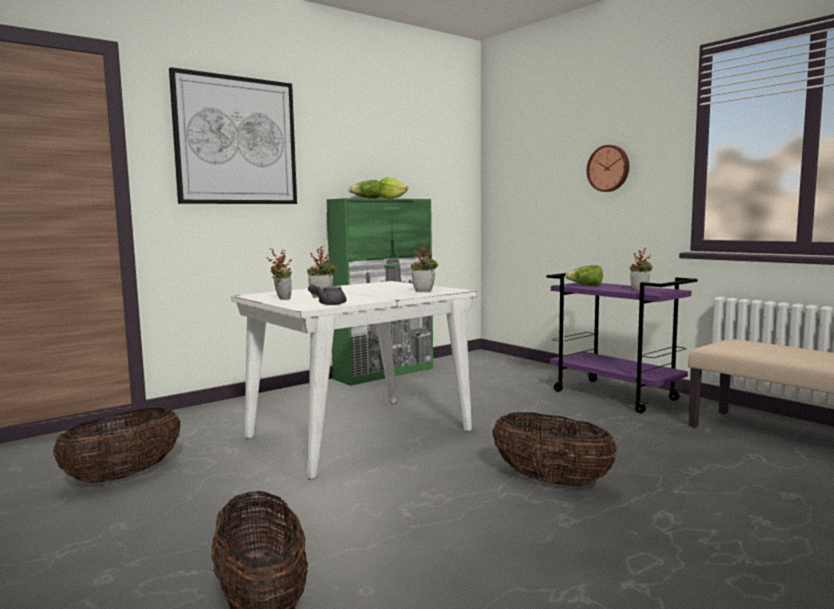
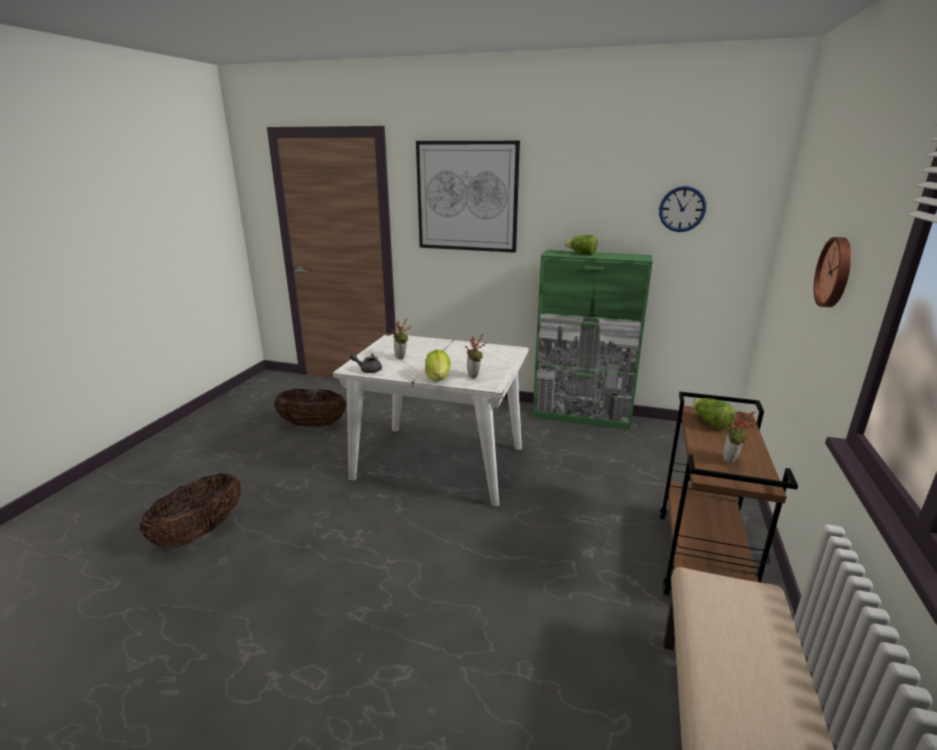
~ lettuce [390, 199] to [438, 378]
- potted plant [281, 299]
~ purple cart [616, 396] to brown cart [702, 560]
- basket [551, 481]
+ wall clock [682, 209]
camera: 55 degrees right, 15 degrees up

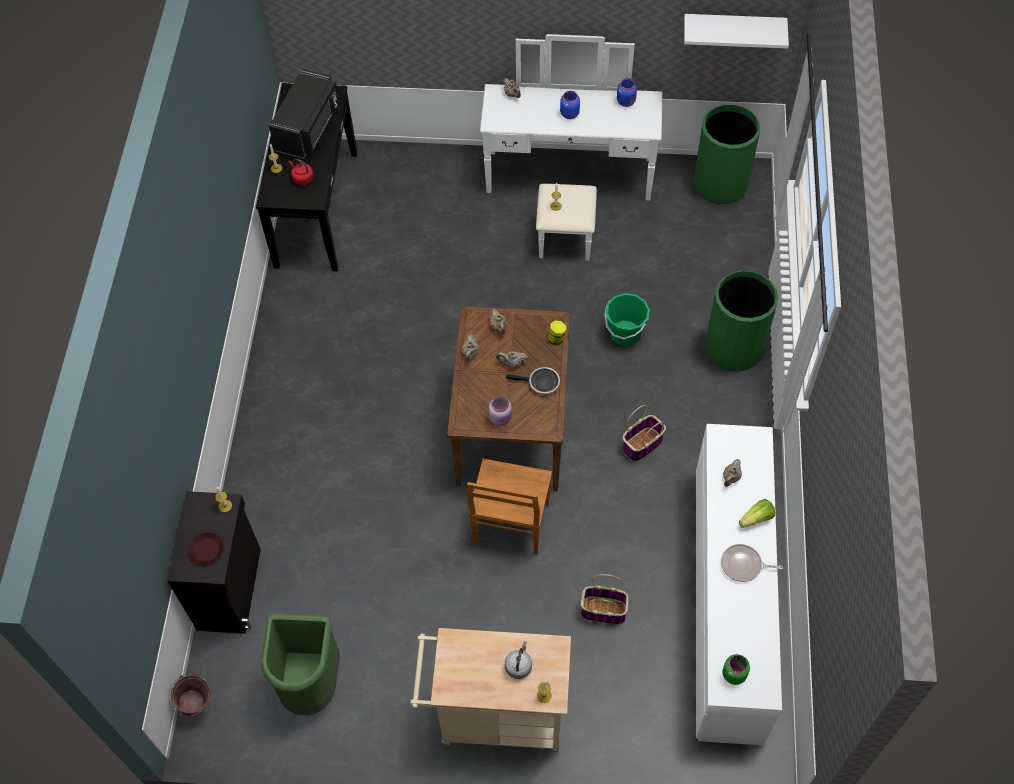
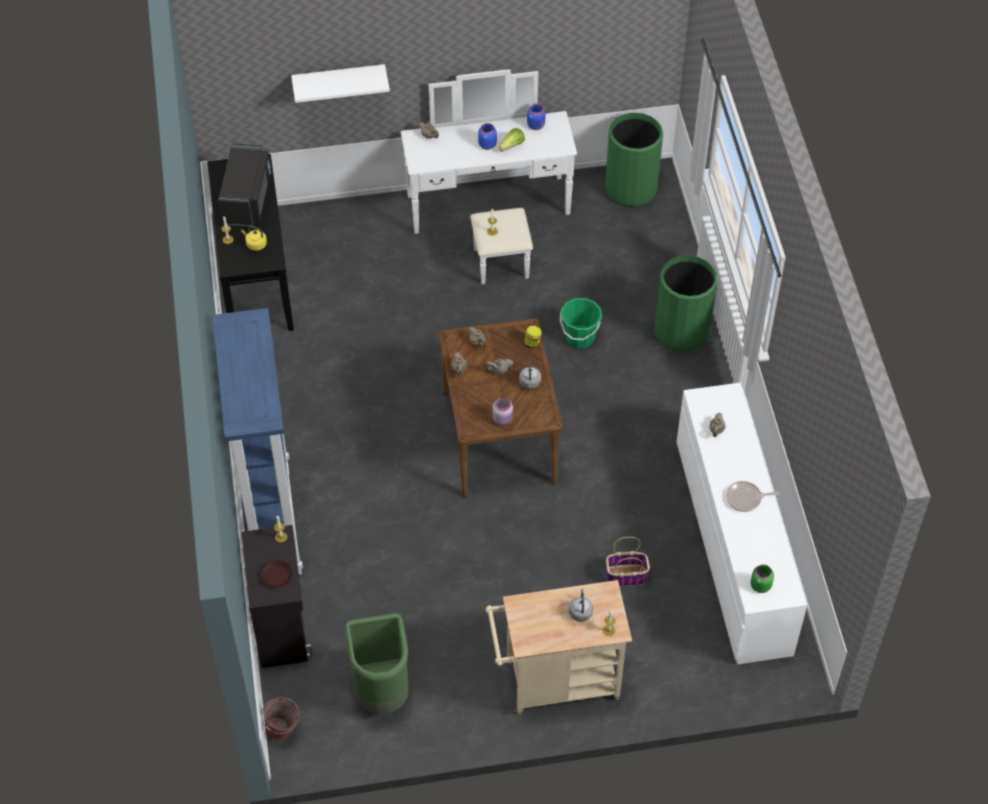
~ white shelf [733, 28] to [339, 80]
~ red kettle [302, 178] to yellow kettle [255, 244]
~ frying pan [541, 383] to grey kettle [530, 383]
- basket [642, 444]
- brown chair [510, 525]
~ lettuce [756, 518] to [512, 146]
+ blue bookcase [272, 521]
camera: 15 degrees left, 5 degrees down

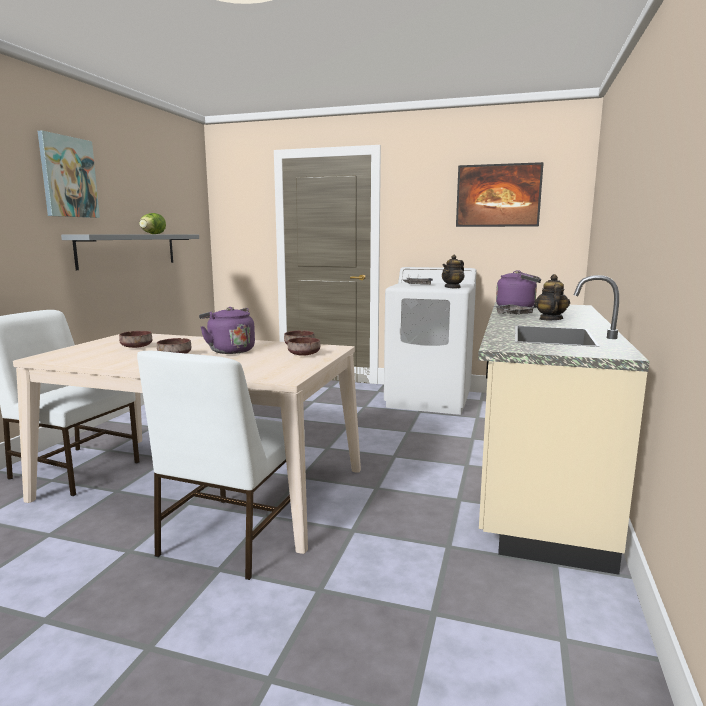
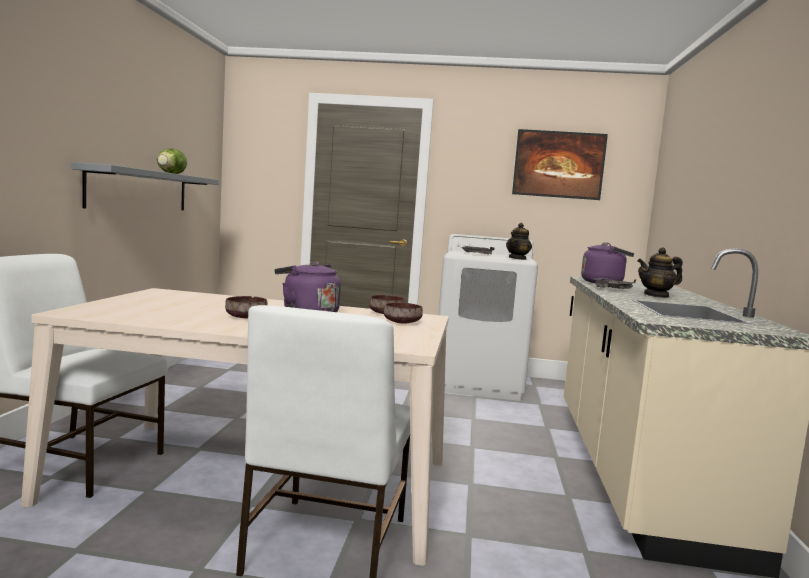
- picture [68, 177]
~ teapot [550, 319] = [656, 295] 105 degrees counterclockwise
- brown bowl [136, 347]
camera: 10 degrees left, 5 degrees down

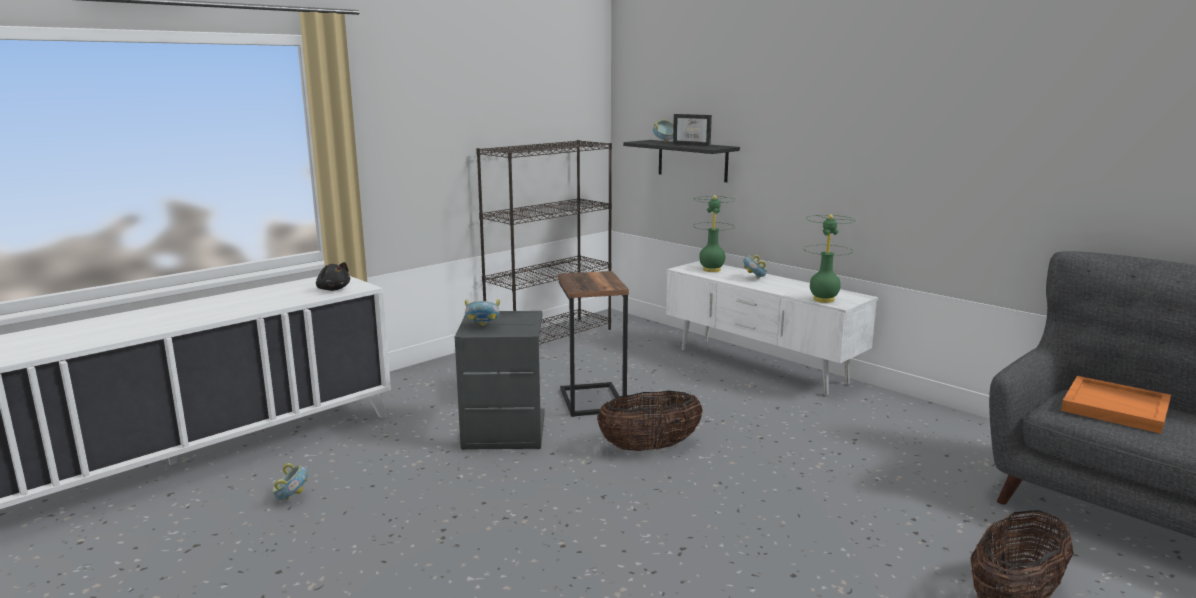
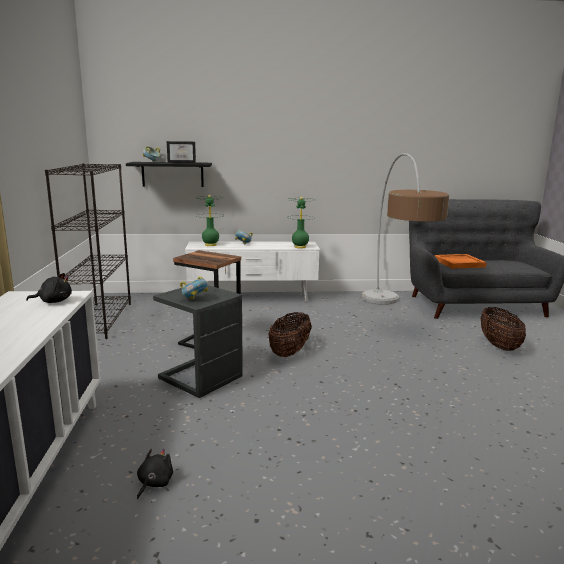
~ bowl [292, 498] to black plush toy [154, 483]
+ floor lamp [394, 316]
camera: 50 degrees left, 0 degrees up

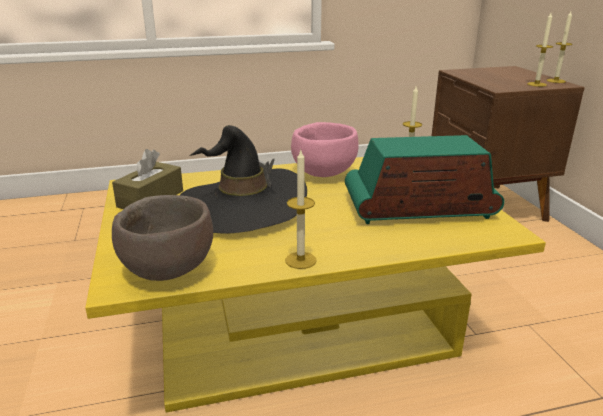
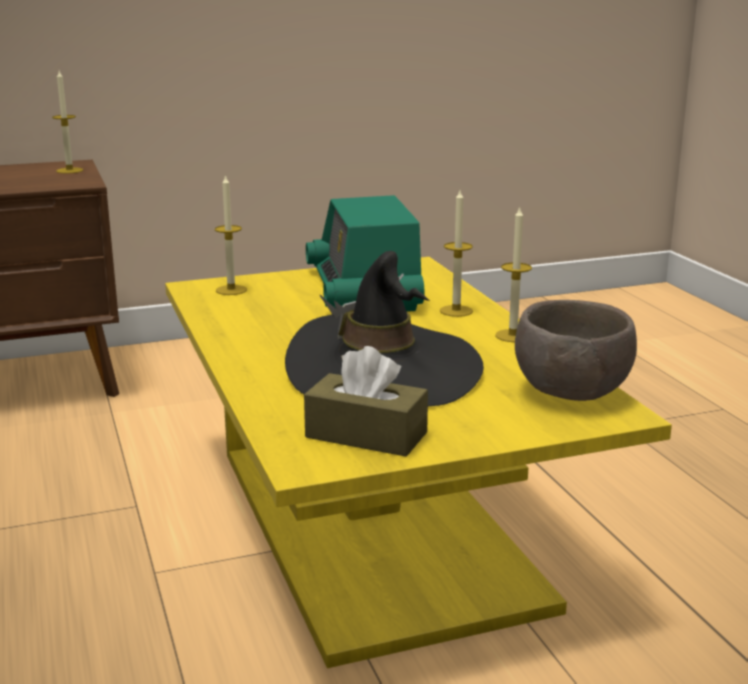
~ candle [556, 81] to [456, 311]
- pink bowl [324, 173]
camera: 95 degrees left, 5 degrees down

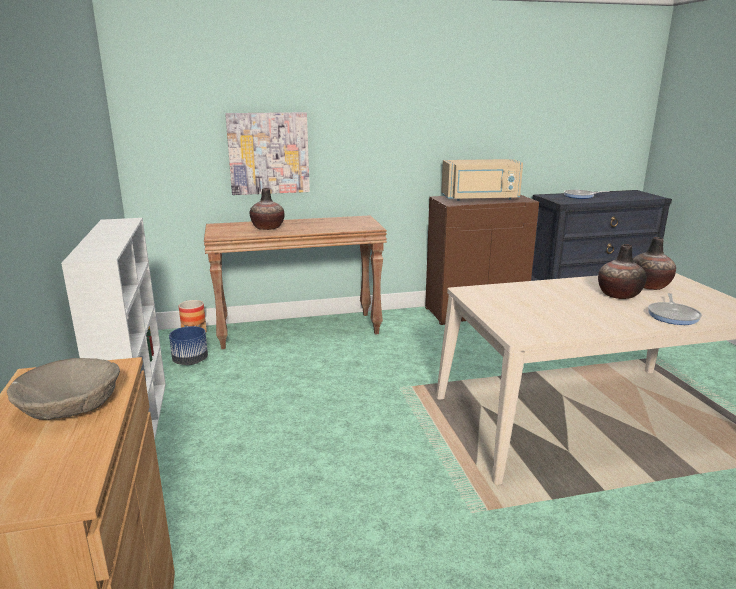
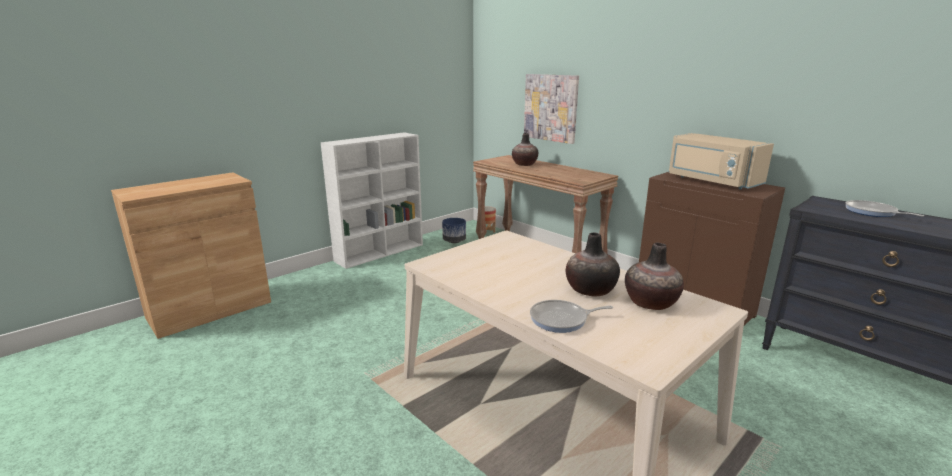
- beige bowl [70, 405]
camera: 60 degrees right, 0 degrees up

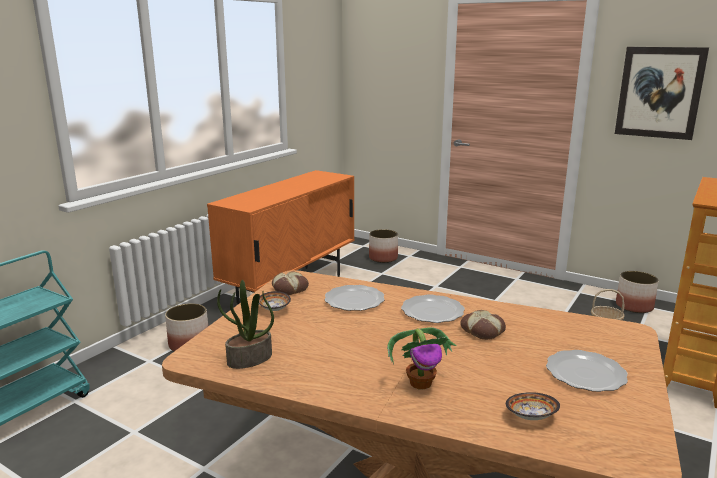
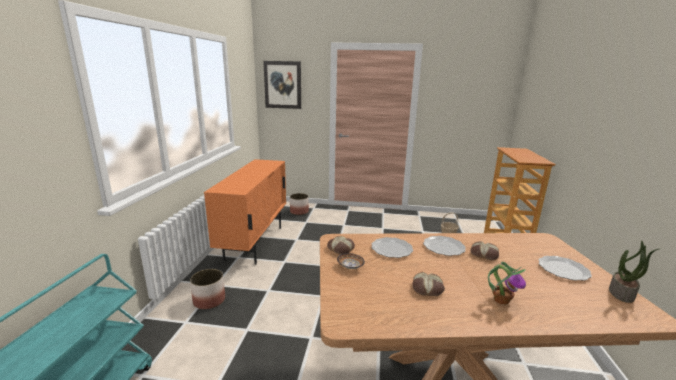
~ picture [659, 92] to [283, 85]
- planter [634, 306]
~ potted plant [249, 359] to [622, 294]
- bowl [531, 417]
+ bread [427, 288]
camera: 25 degrees left, 0 degrees up

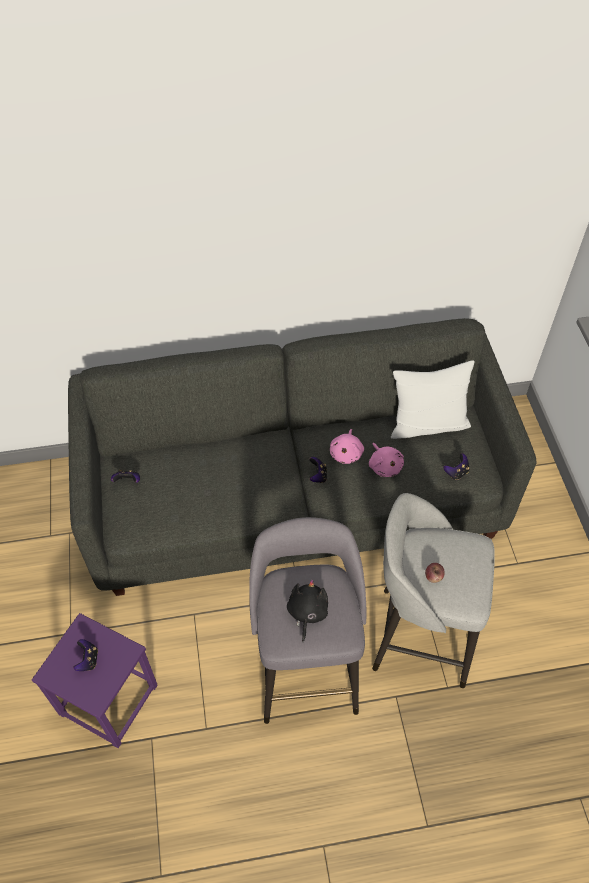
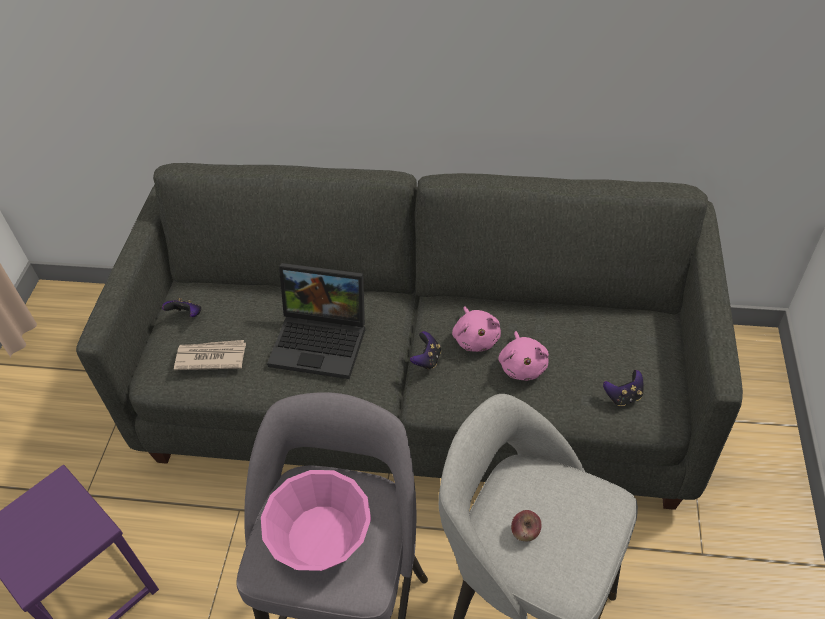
- white pillow [428, 424]
~ pink plush toy [346, 453] = [476, 338] 45 degrees counterclockwise
~ black plush toy [307, 613] to pink bowl [320, 536]
- game controller [88, 660]
+ laptop [322, 340]
+ newspaper [210, 357]
camera: 20 degrees right, 5 degrees down

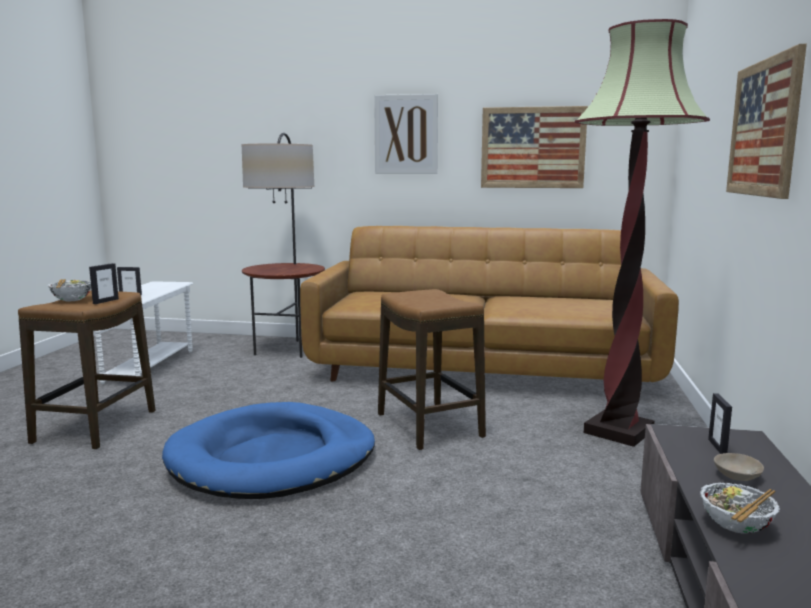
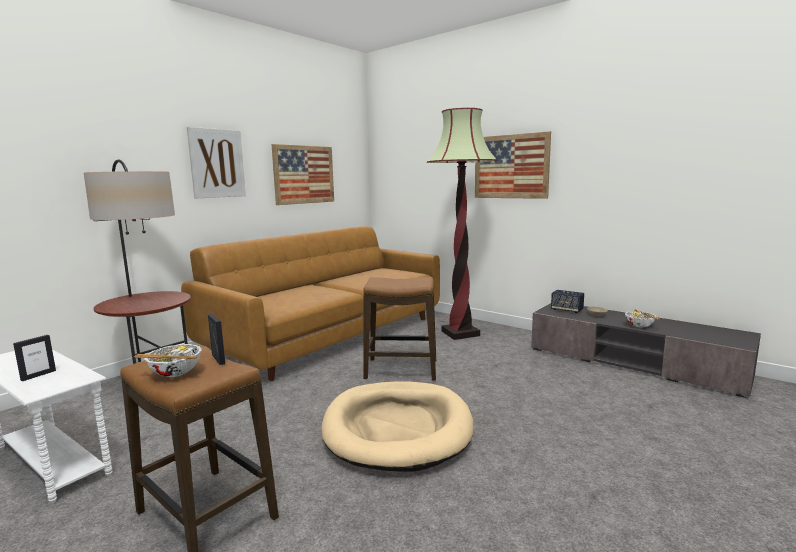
~ picture frame [717, 447] to speaker [567, 310]
~ blue dog bed [273, 458] to beige dog bed [397, 428]
camera: 60 degrees left, 0 degrees up

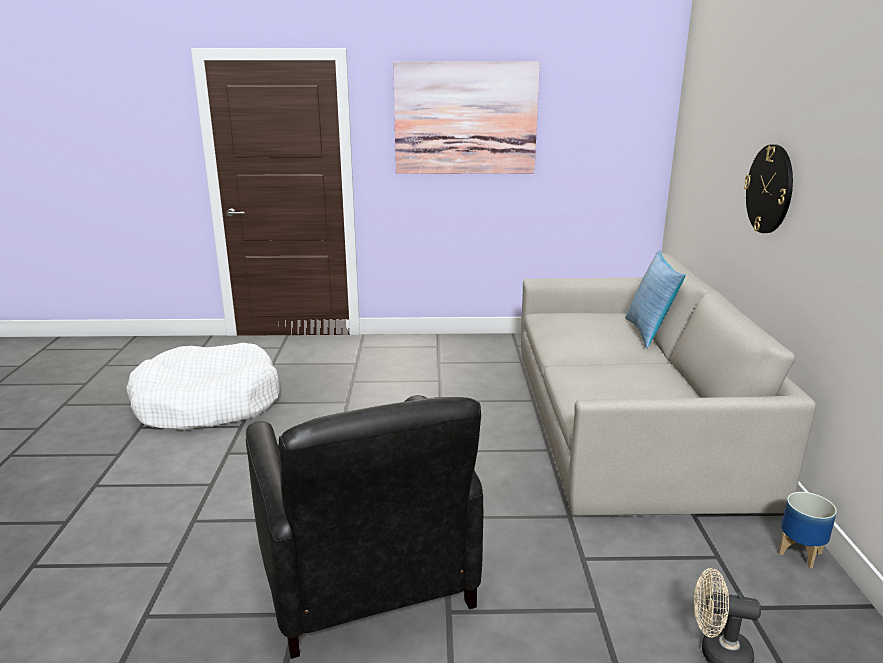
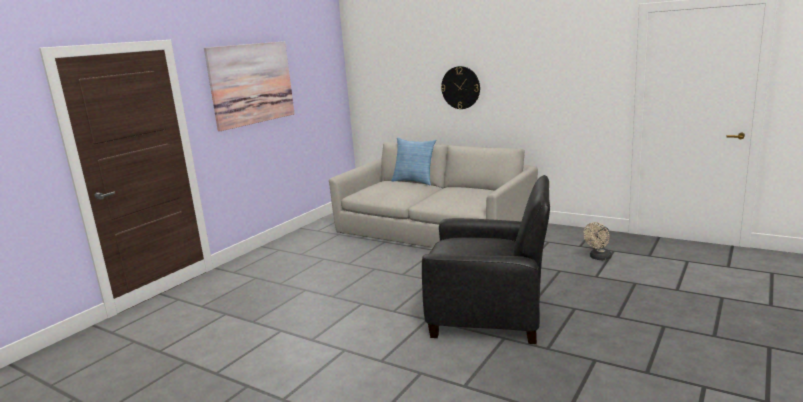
- white dog bed [207, 403]
- planter [800, 553]
camera: 55 degrees left, 5 degrees down

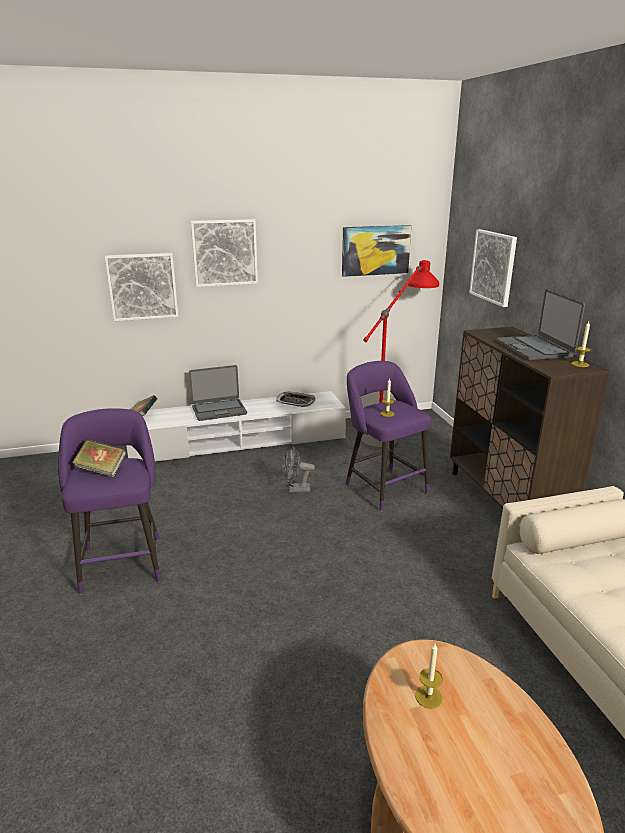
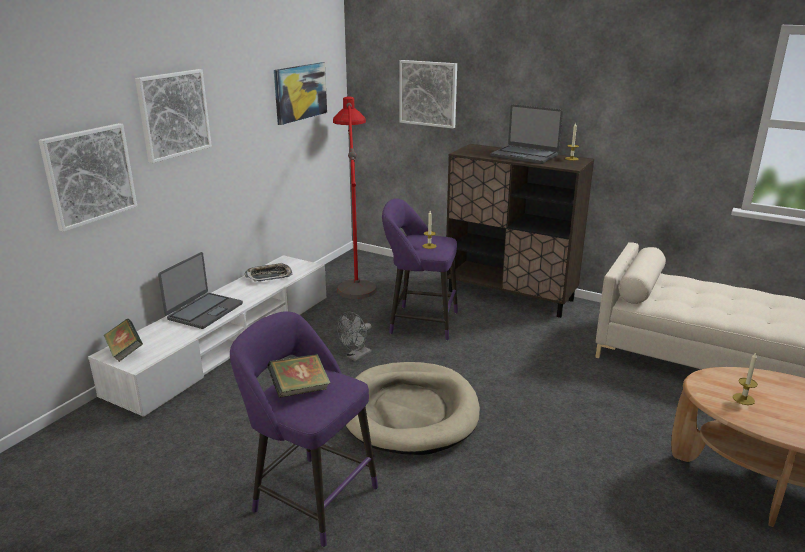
+ beige dog bed [410, 411]
camera: 45 degrees left, 0 degrees up

